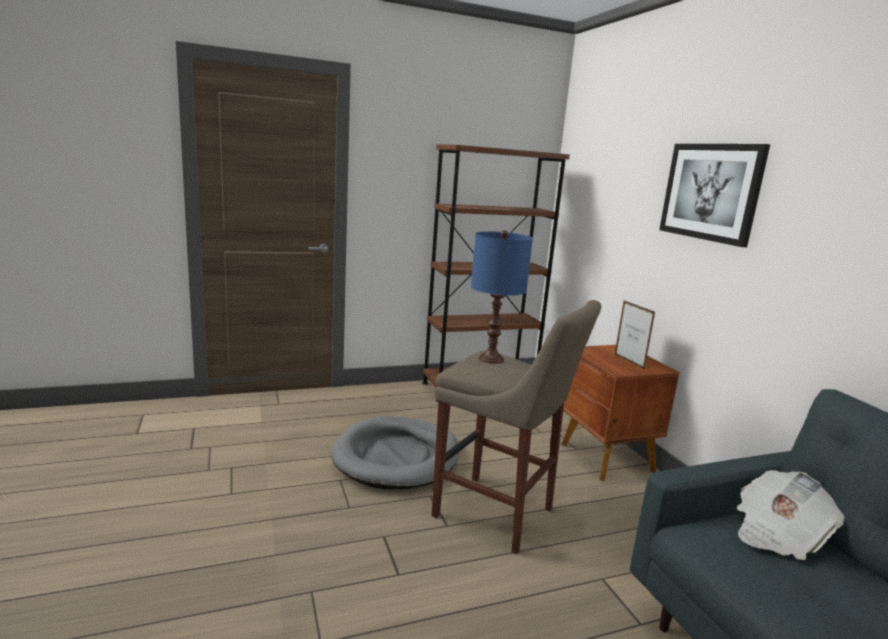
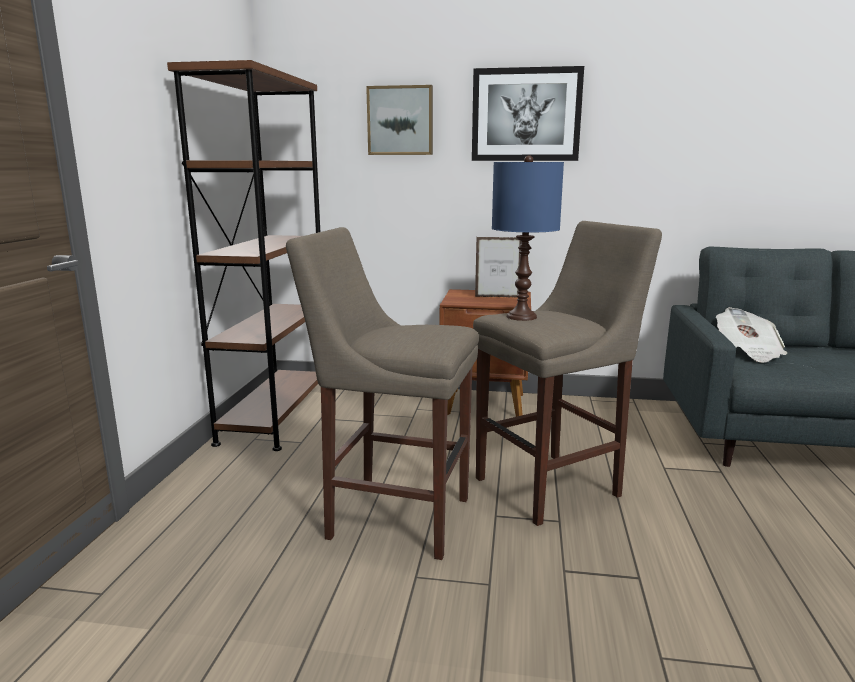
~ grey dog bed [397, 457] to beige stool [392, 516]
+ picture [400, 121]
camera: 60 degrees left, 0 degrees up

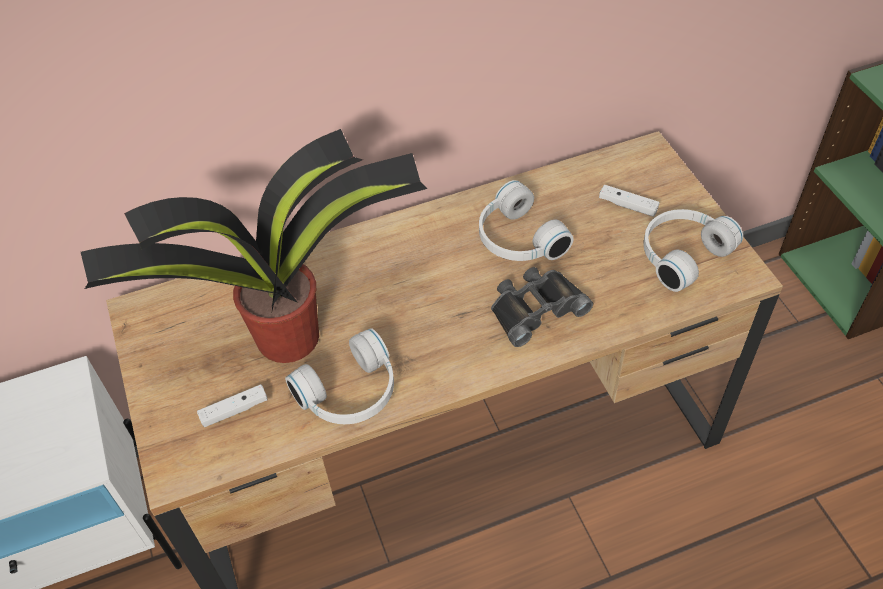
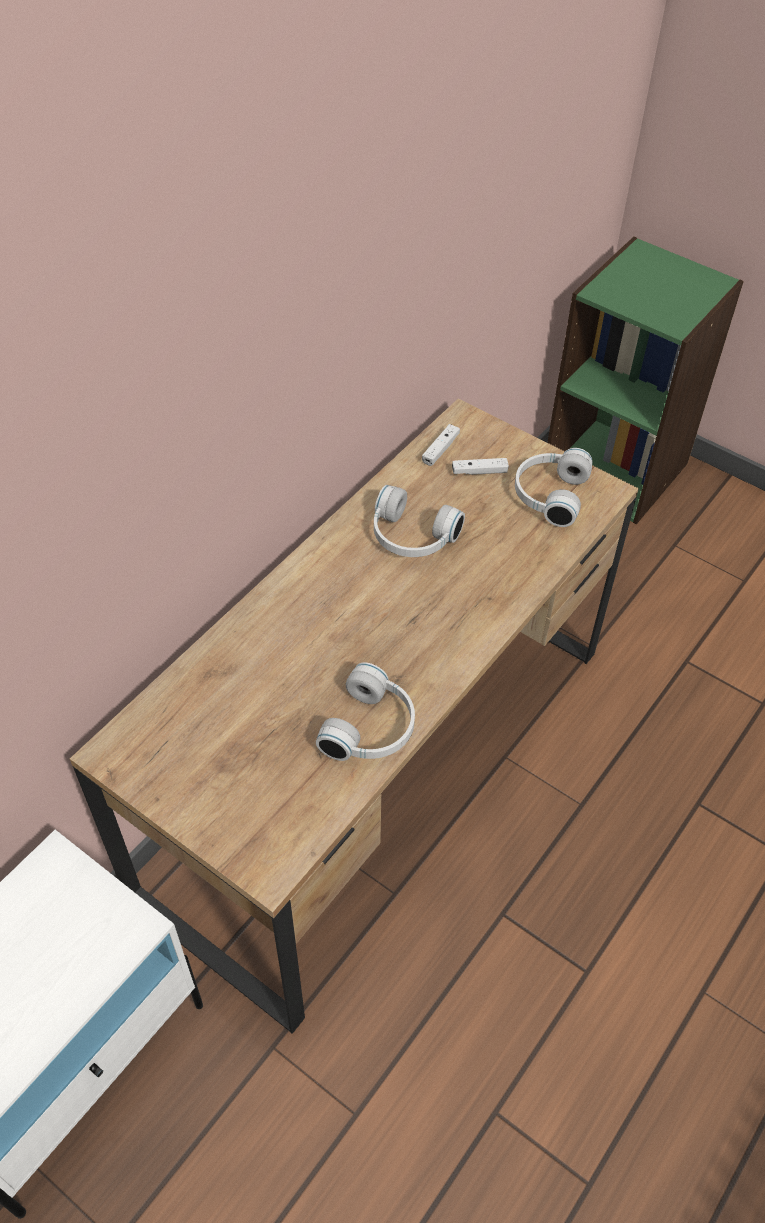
- potted plant [292, 335]
- black binoculars [535, 308]
~ white game controller [234, 410] to [440, 449]
camera: 35 degrees left, 0 degrees up

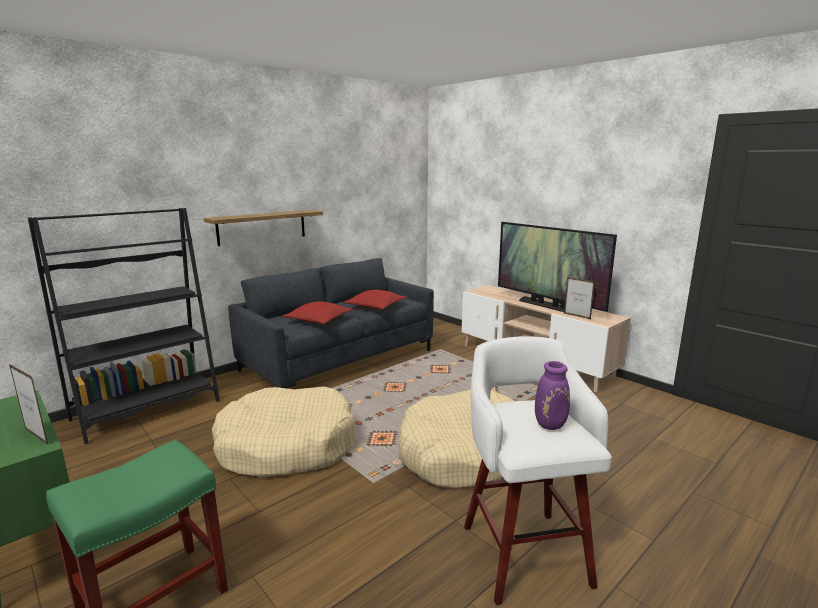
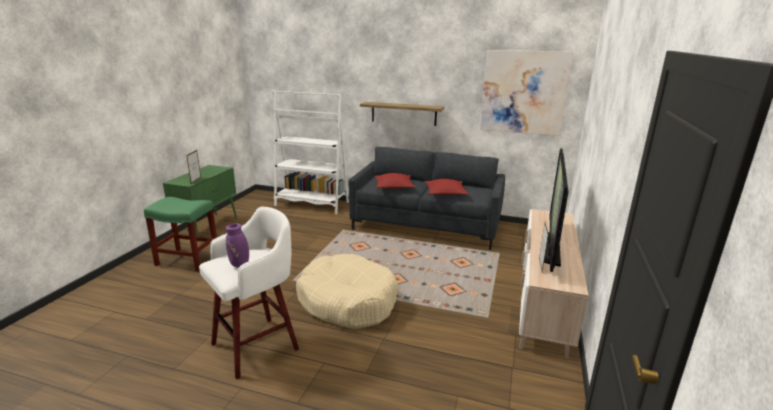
~ black bookcase [147, 410] to white bookcase [312, 204]
- beige dog bed [287, 446]
+ picture [524, 92]
camera: 60 degrees right, 5 degrees up

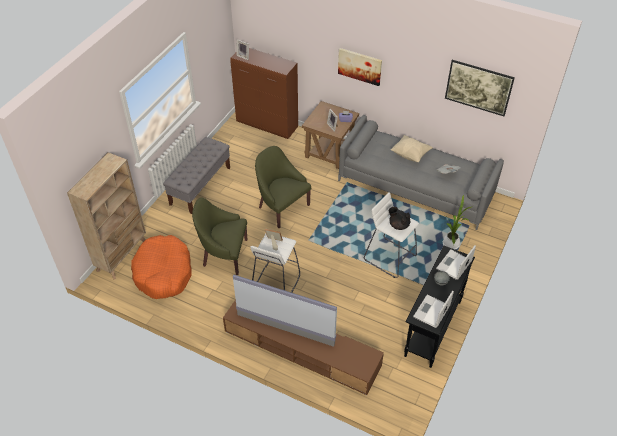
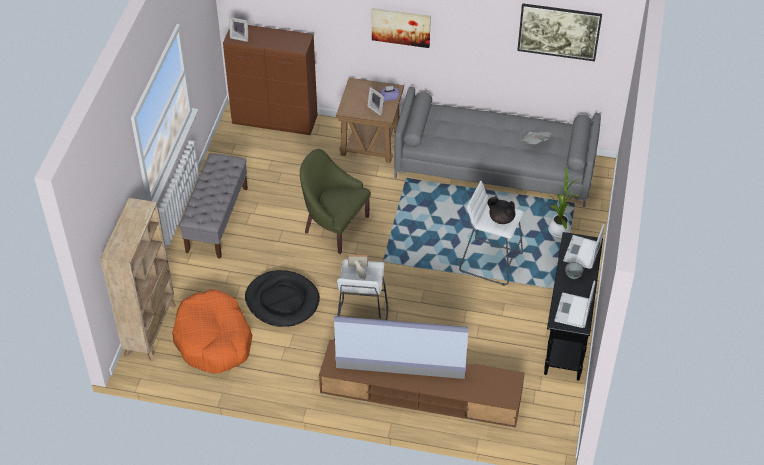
- beige pillow [410, 155]
~ green armchair [224, 254] to black dog bed [282, 301]
camera: 15 degrees left, 0 degrees up

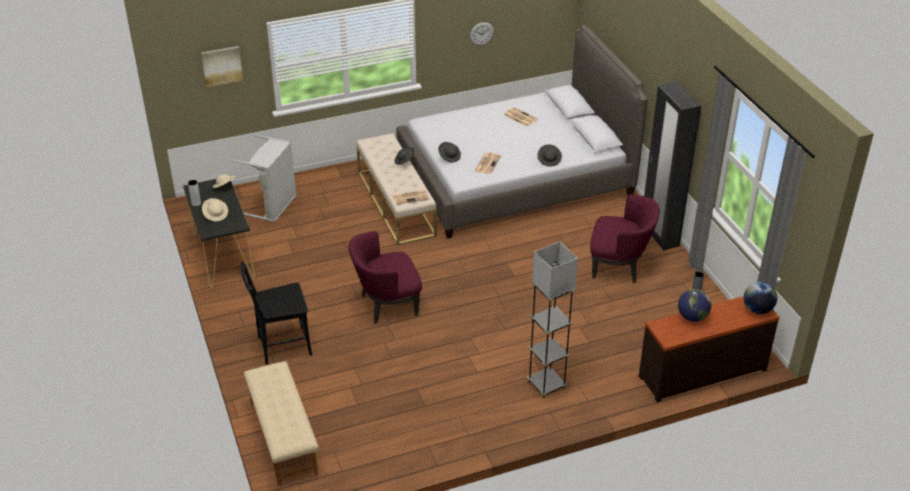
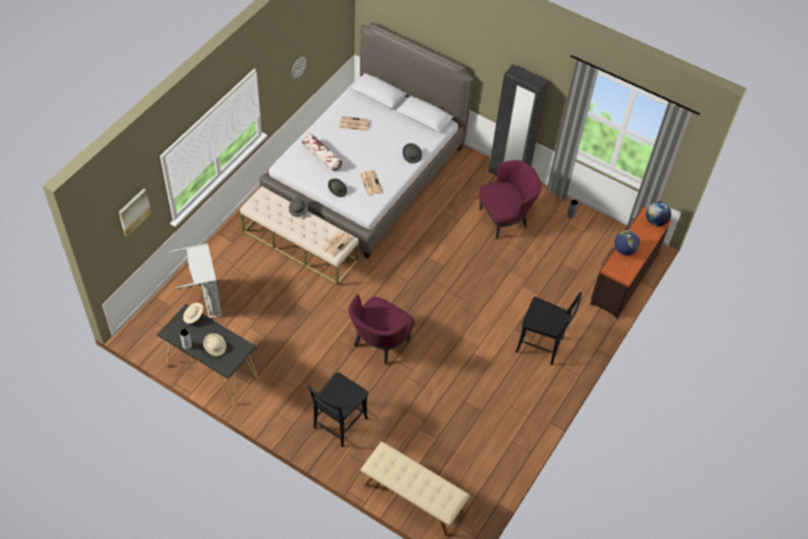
~ grey floor lamp [546, 385] to black chair [542, 346]
+ pillow [322, 156]
camera: 40 degrees left, 15 degrees up

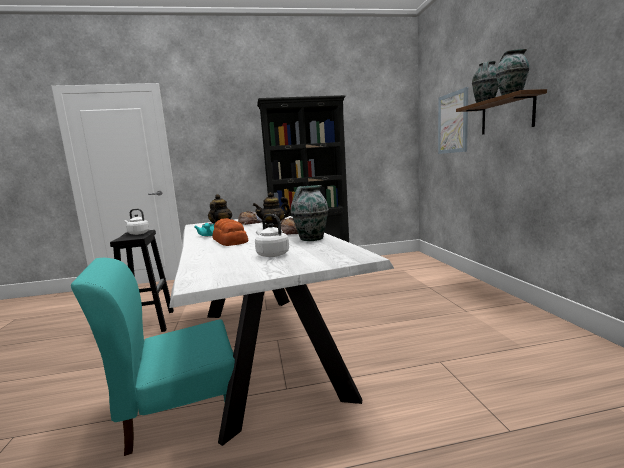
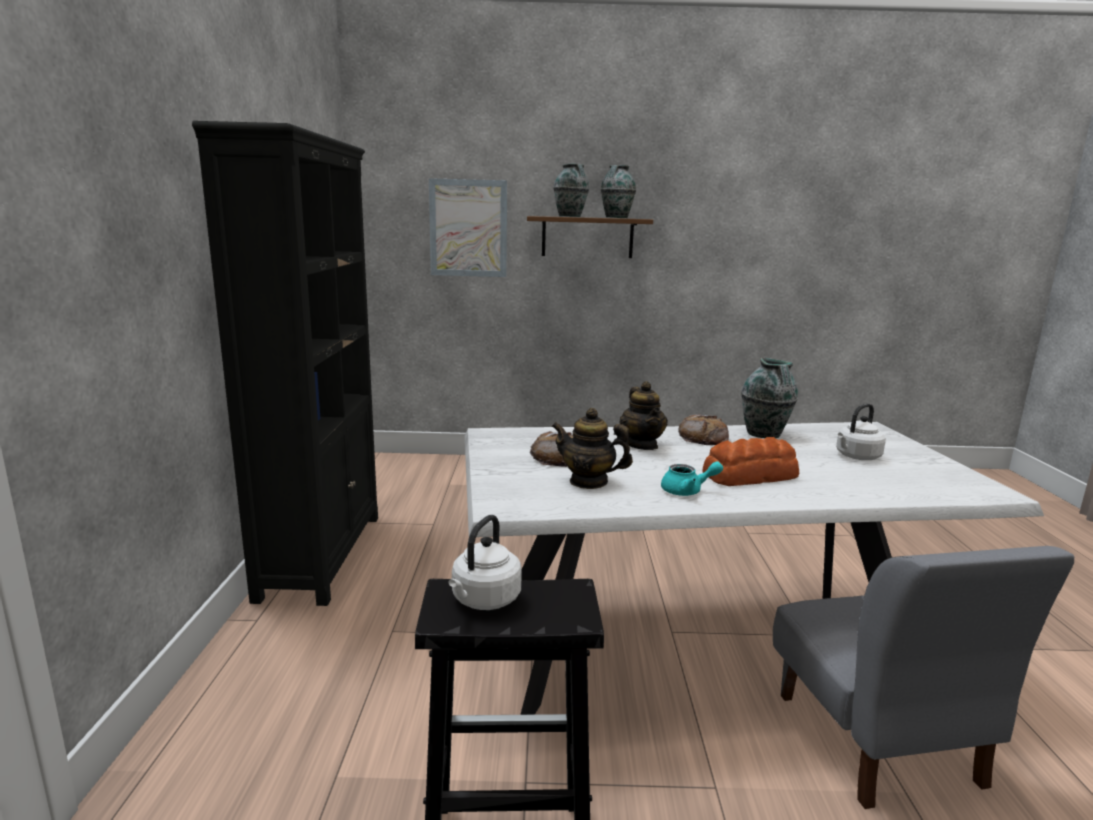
~ turquoise chair [179, 409] to grey chair [876, 739]
camera: 80 degrees left, 5 degrees up

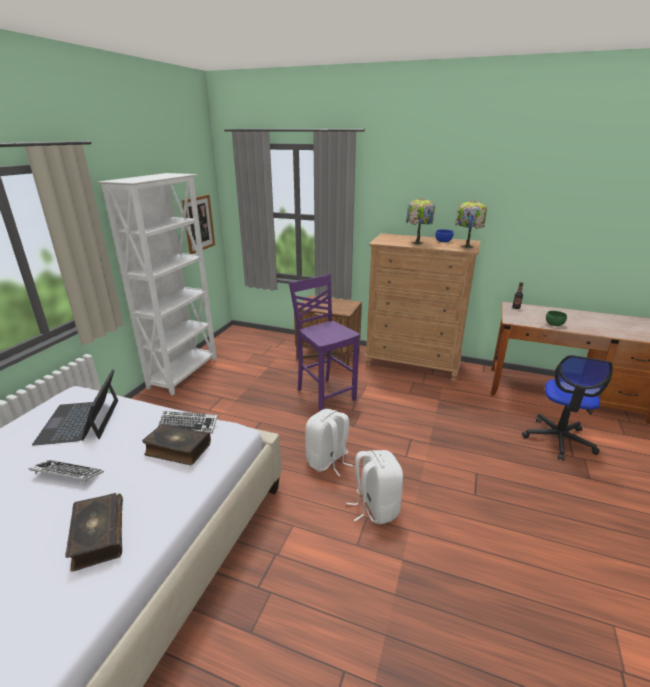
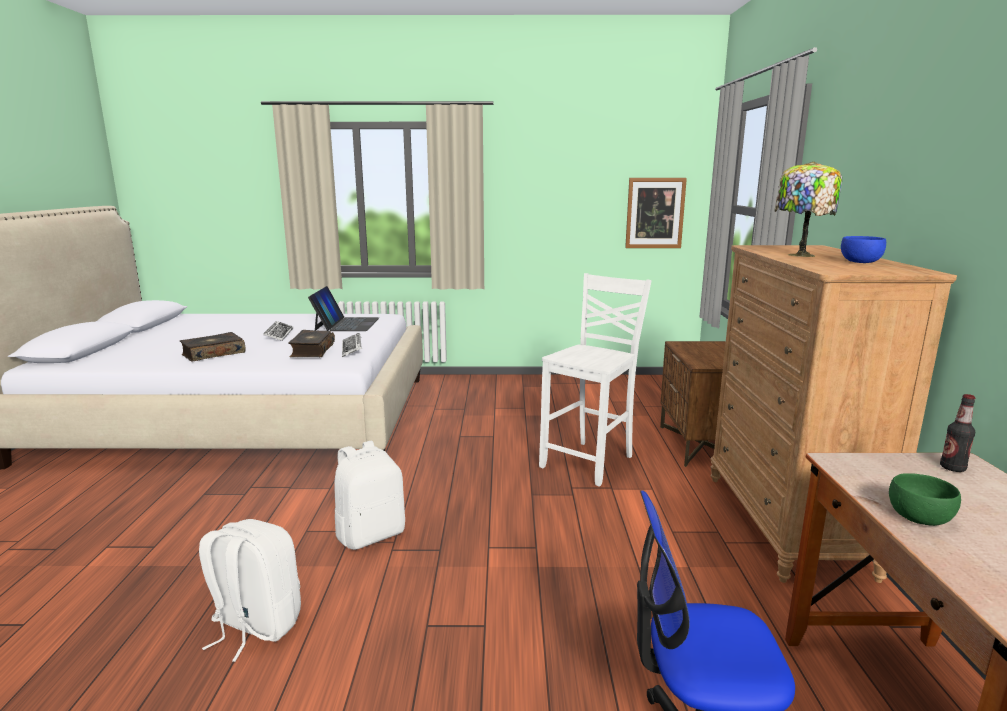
- white bookcase [184, 373]
- table lamp [466, 246]
~ purple chair [325, 394] to white chair [590, 462]
~ laptop [80, 421] = [346, 324] 120 degrees clockwise
~ white backpack [328, 461] to [255, 626]
camera: 70 degrees right, 10 degrees down

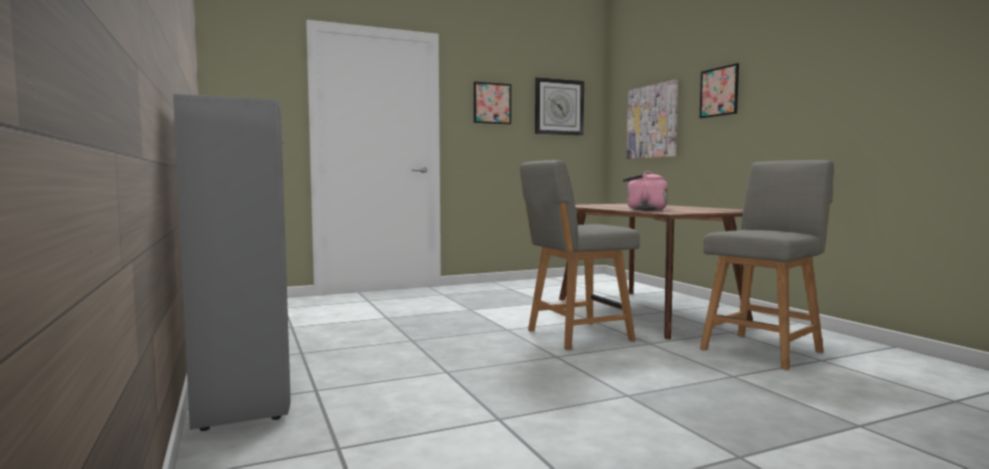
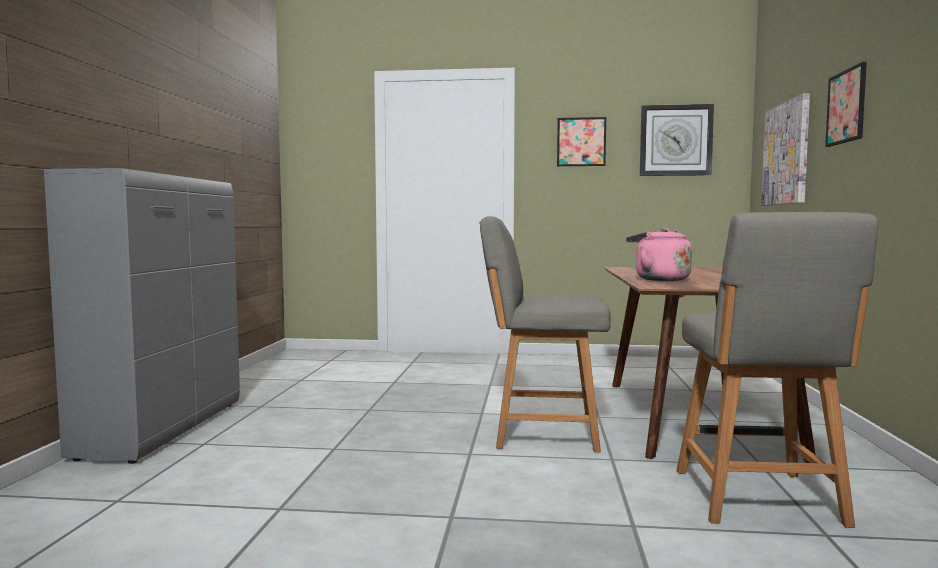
~ grey chair [763, 350] = [759, 499] 105 degrees clockwise
camera: 30 degrees right, 0 degrees up

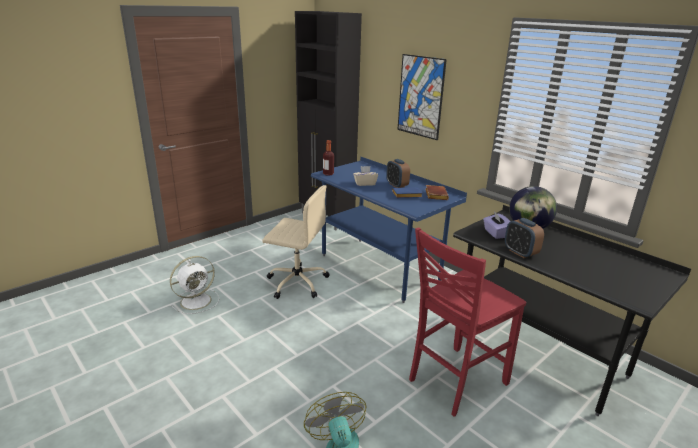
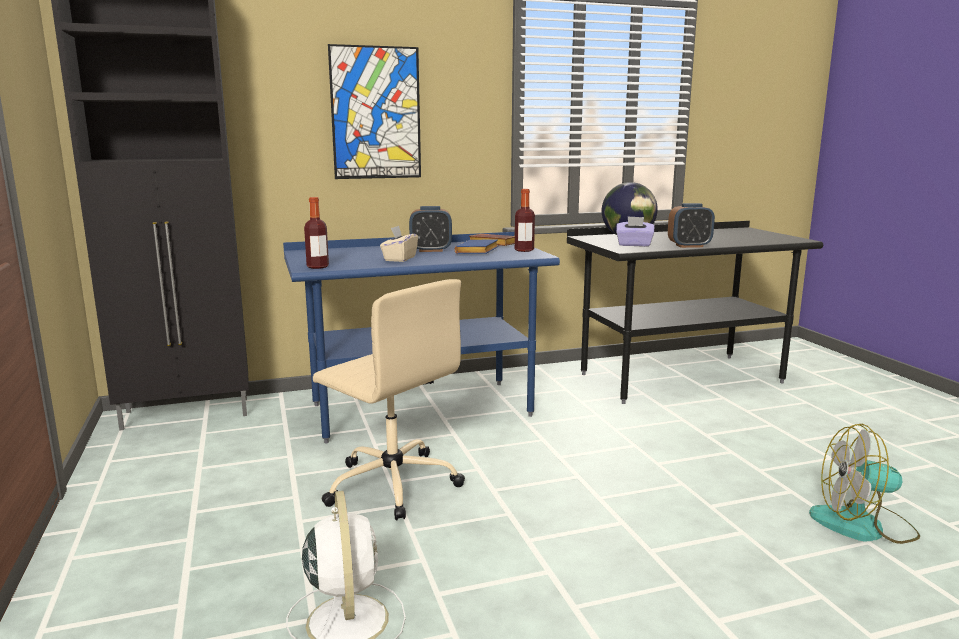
~ beige office chair [296, 282] = [392, 483] 90 degrees clockwise
- red chair [455, 381]
+ bottle [524, 250]
camera: 65 degrees left, 10 degrees down

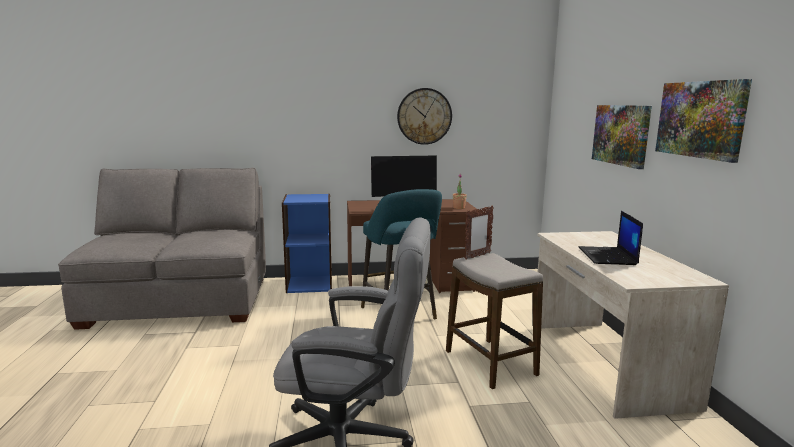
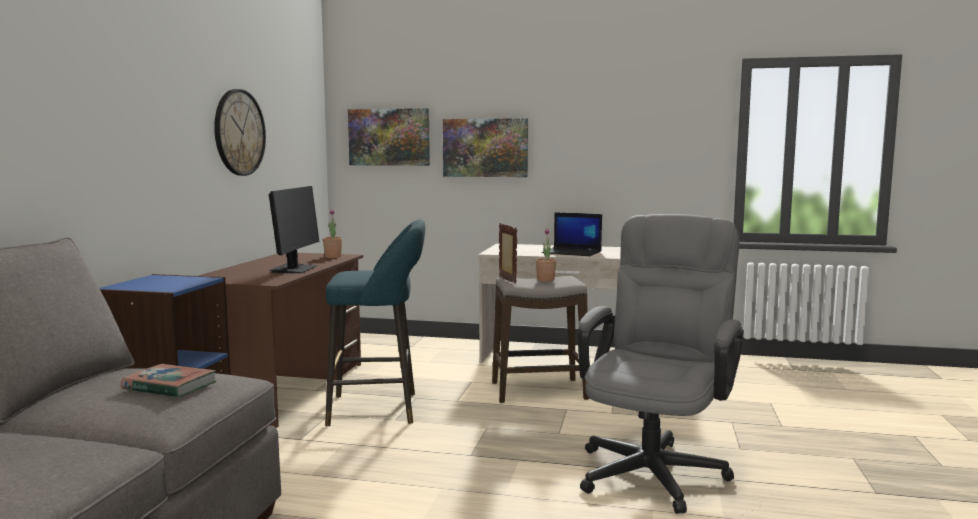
~ picture [700, 119] to [389, 137]
+ potted plant [545, 280]
+ book [169, 386]
camera: 70 degrees left, 5 degrees down

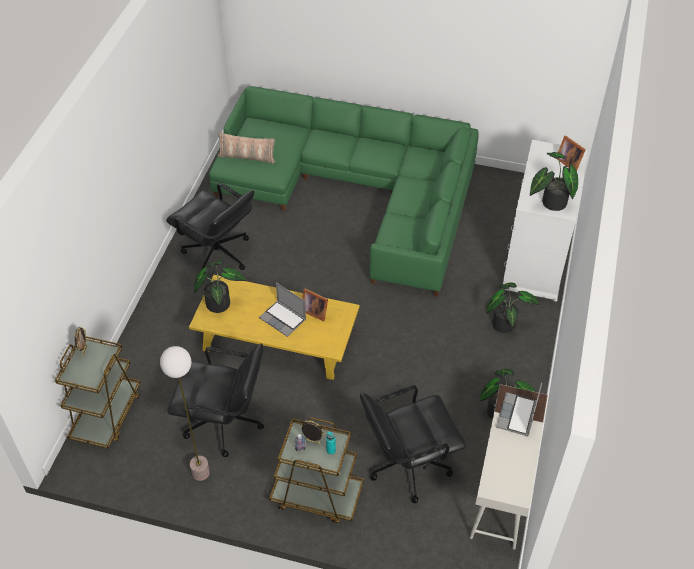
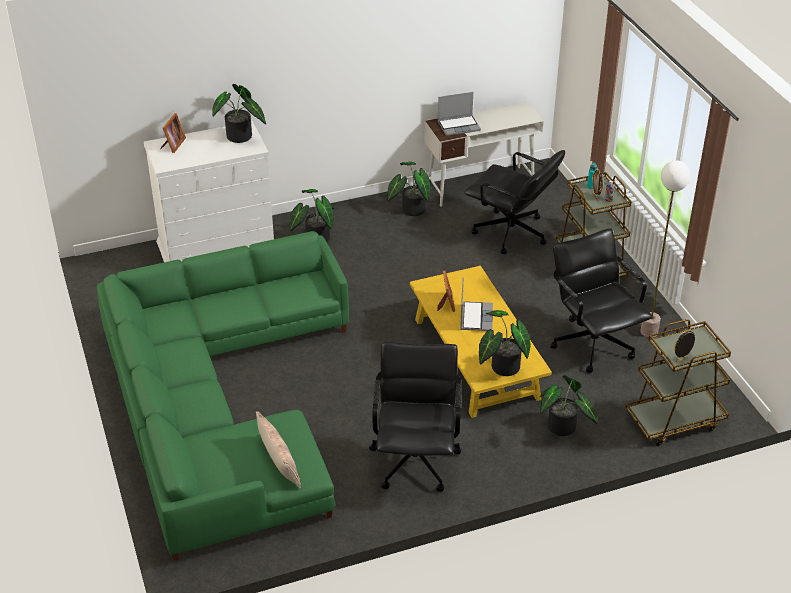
+ potted plant [563, 429]
camera: 125 degrees left, 10 degrees down

